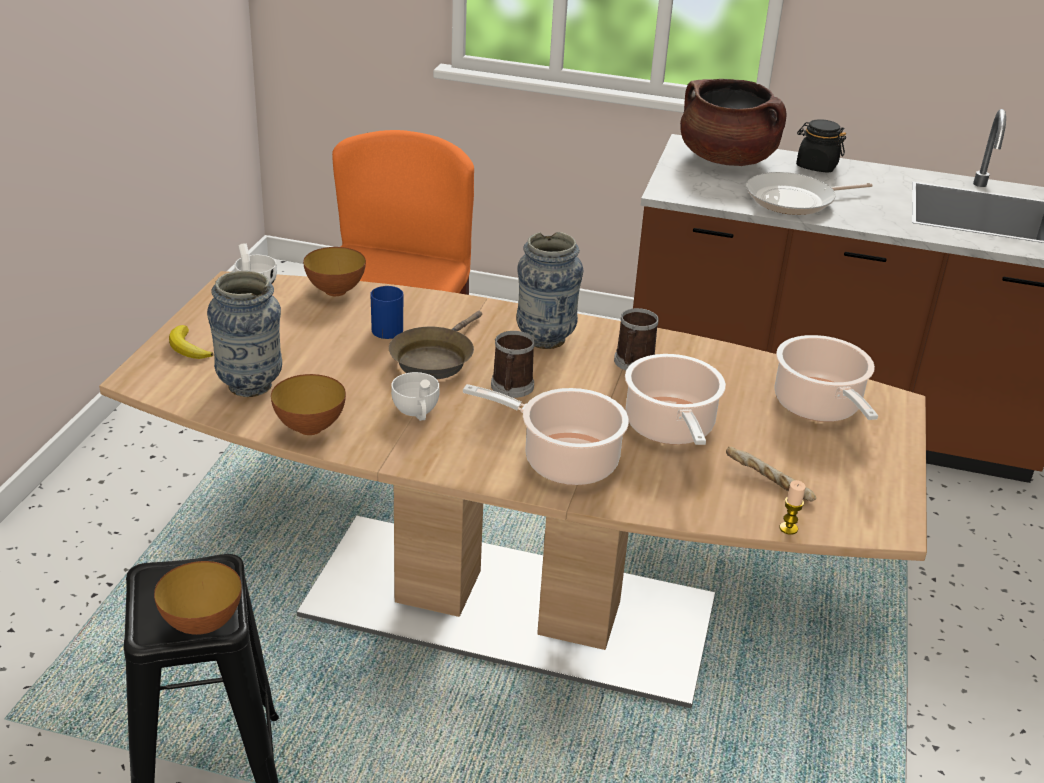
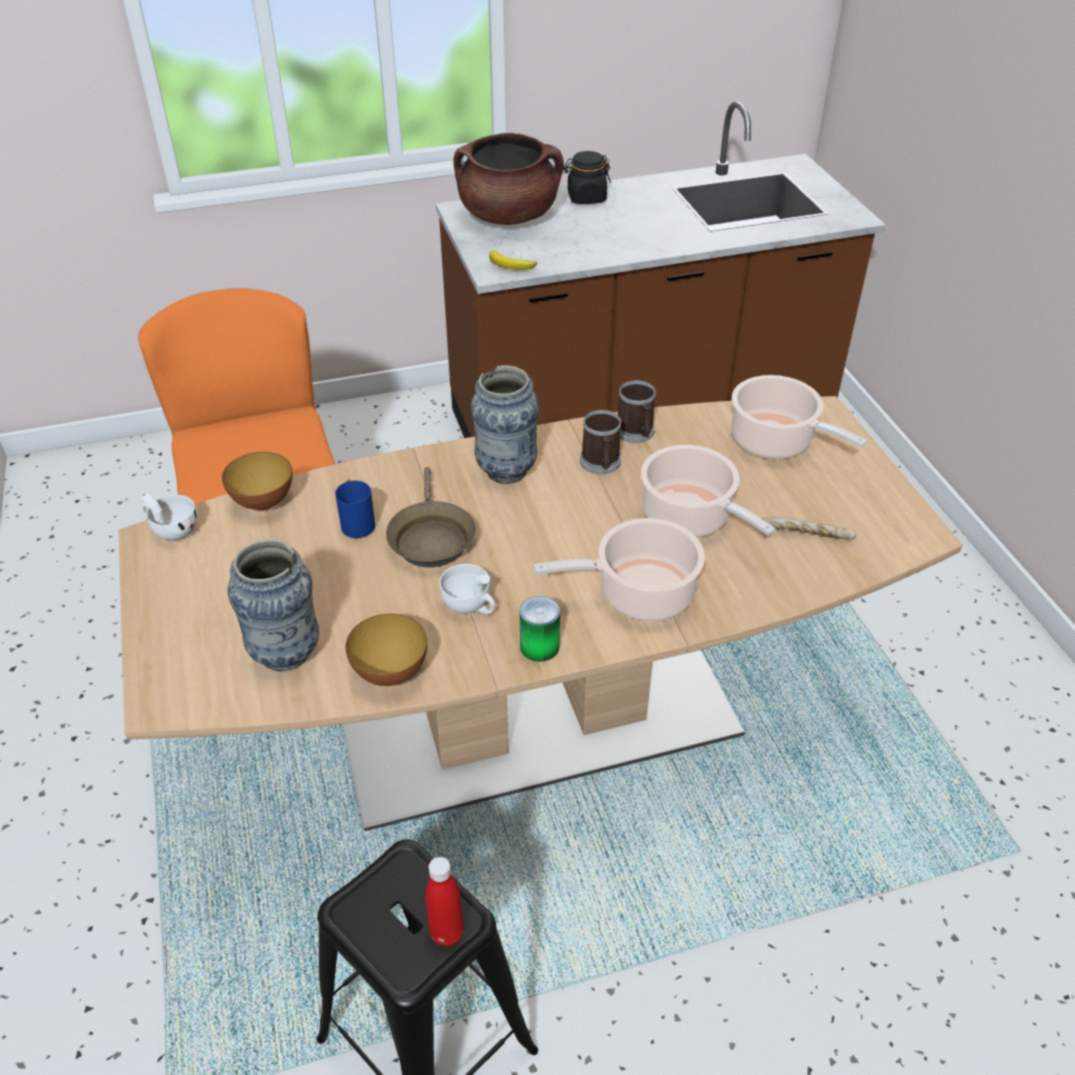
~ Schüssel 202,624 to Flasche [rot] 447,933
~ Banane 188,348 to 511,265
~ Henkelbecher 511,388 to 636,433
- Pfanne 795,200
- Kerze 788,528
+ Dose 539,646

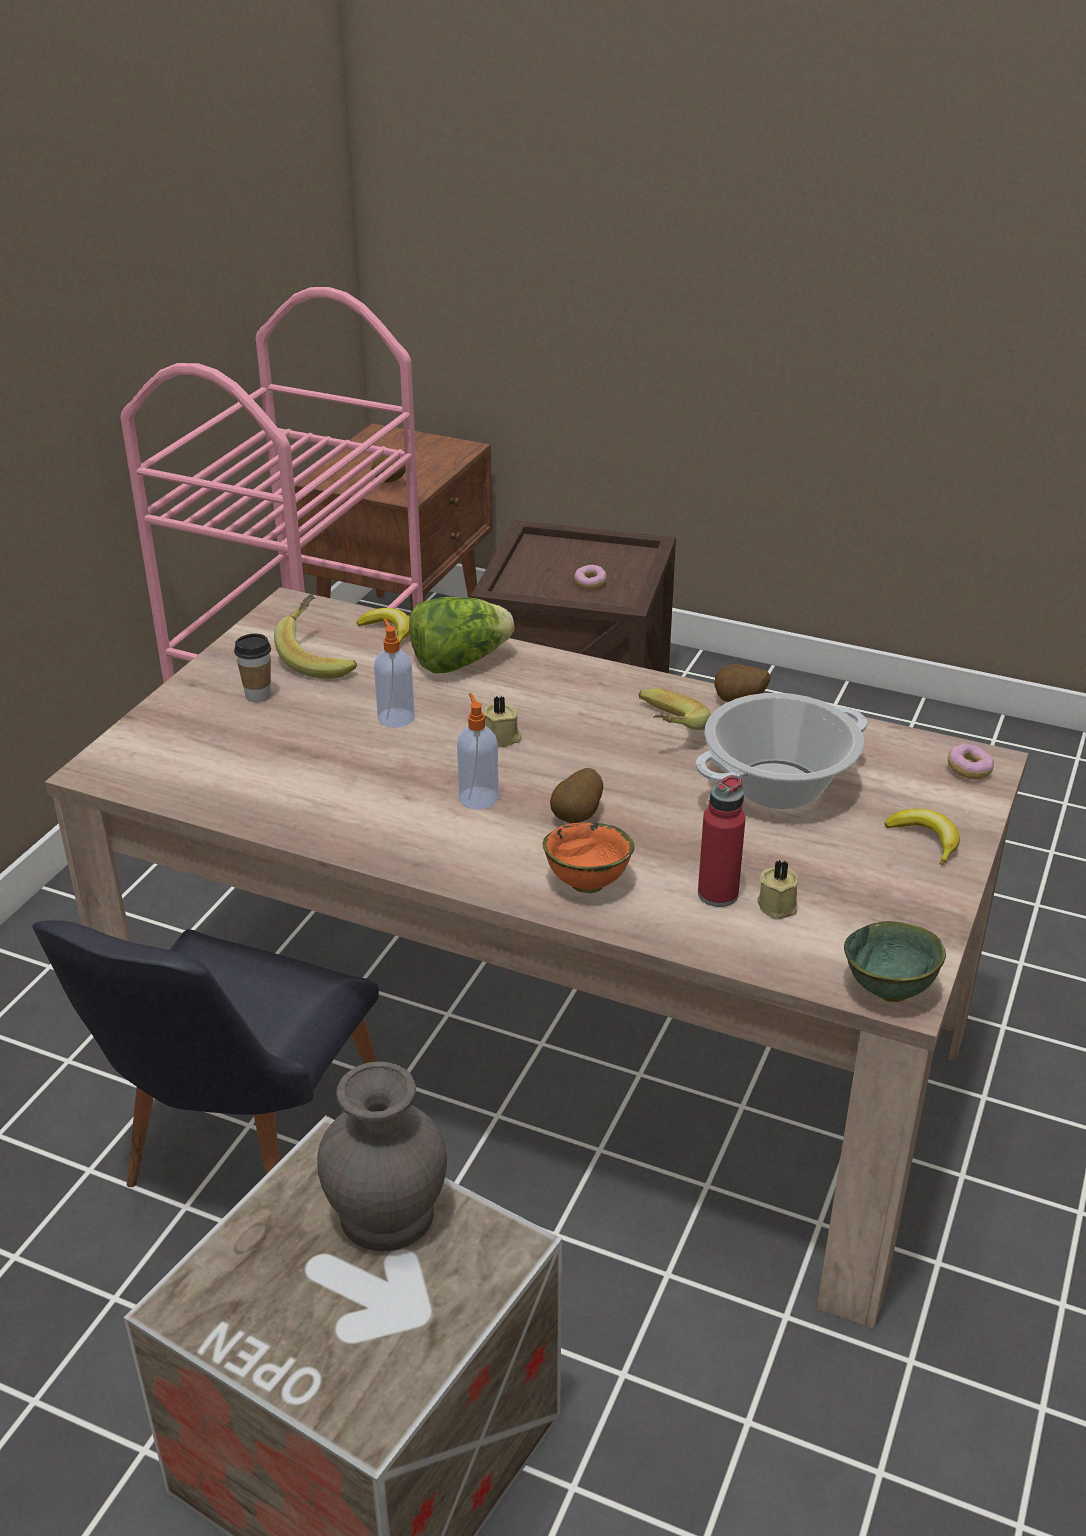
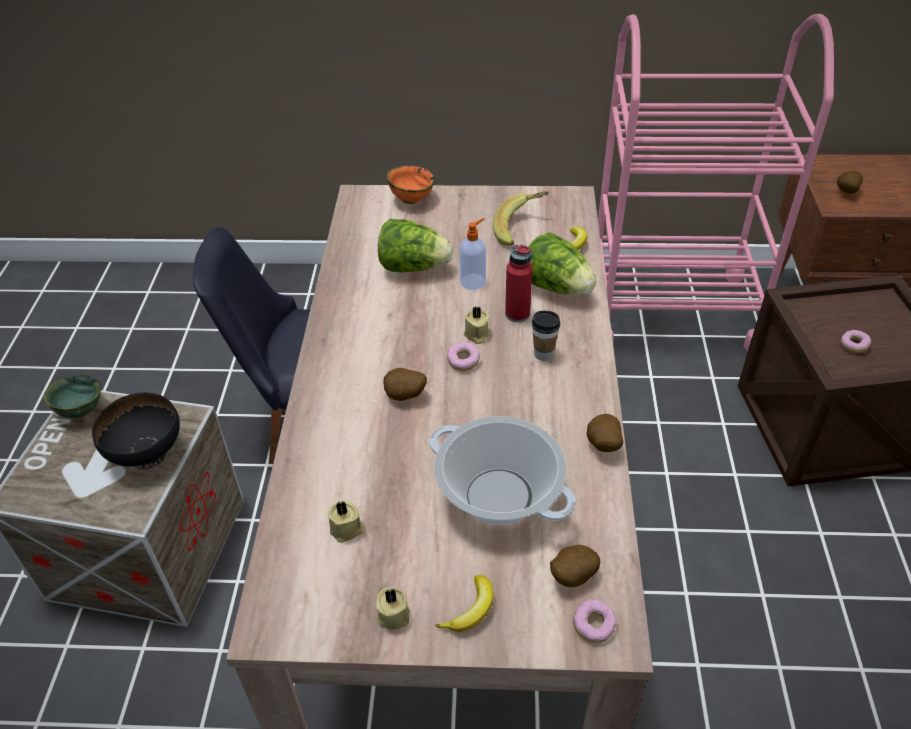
~ Tasse 258,695 to 543,354
~ Vase [grau] 384,1213 to Schüssel [schwarz] 148,454
- Seifenspender 478,797
~ Schüssel [orange] 585,883 to 411,199
- Banane 663,731
~ Flasche [rot] 718,894 to 517,314
~ Schüssel [grün] 888,991 to 80,411
+ Kerze [beige] 392,614
+ Salatkopf 413,267
+ Donut 463,362
+ Kartoffel 571,576

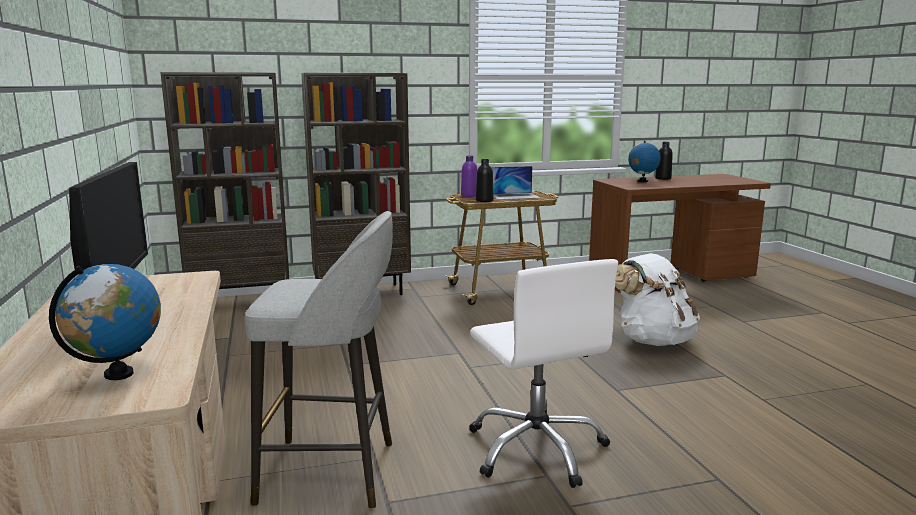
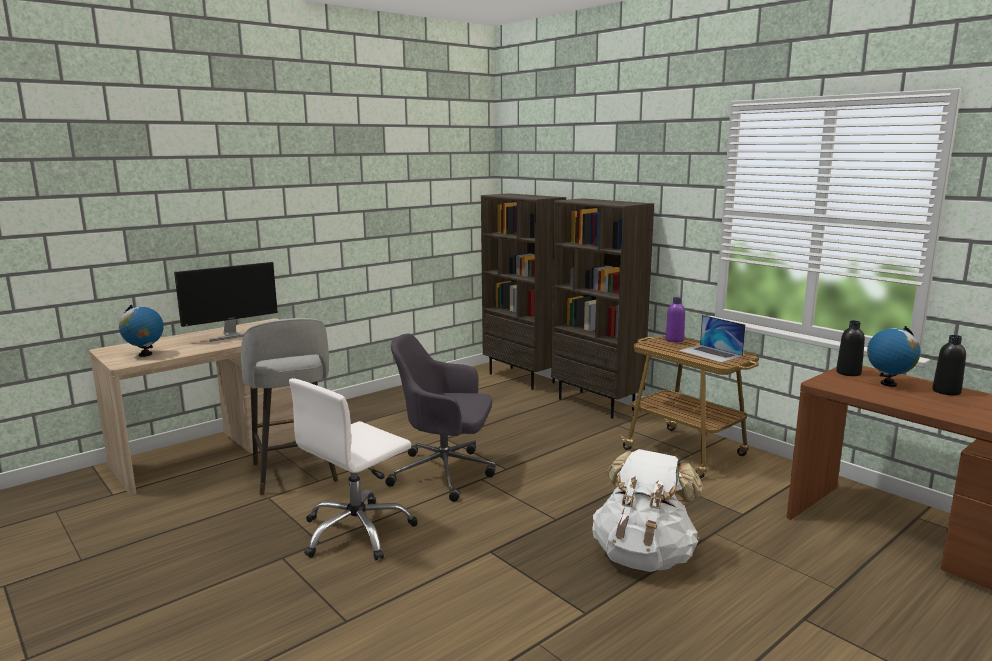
~ Flasche [schwarz] 484,200 to 848,373
+ Bürostuhl [grau] 445,473

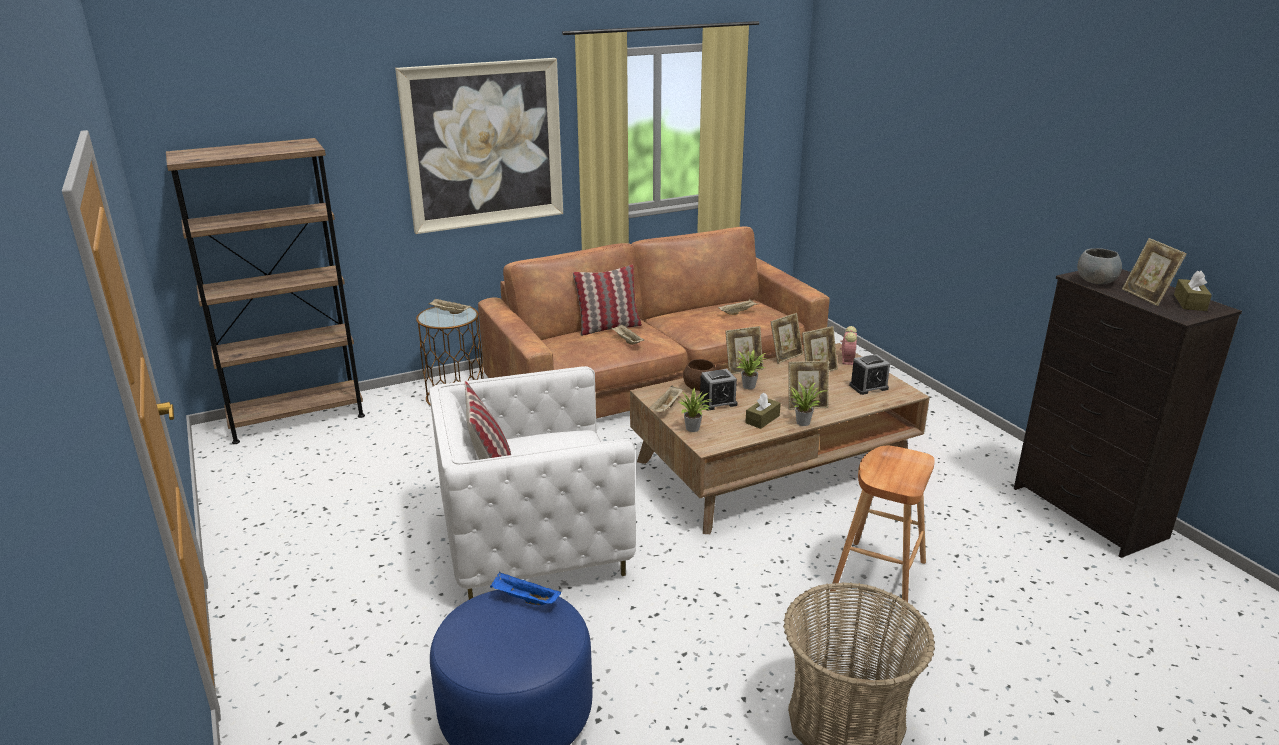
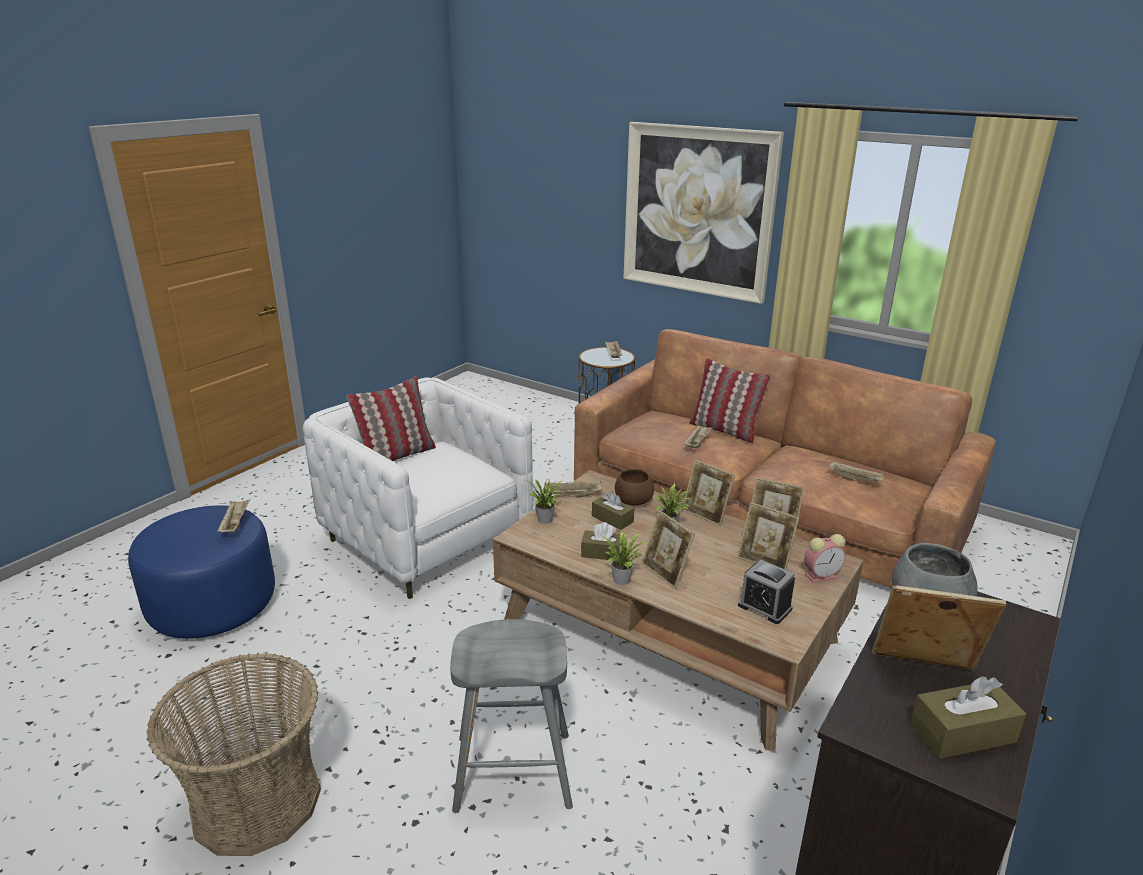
- Bücherregal [braun] 297,418
~ Tablett [blau] 524,599 to Tablett [beige] 235,524
~ Wecker 717,402 to Taschentuchbox [braun] 612,519
~ Hocker [braun] 878,577 to Hocker [grau] 512,772
~ Bilderrahmen 1146,297 = 923,672 60 degrees clockwise

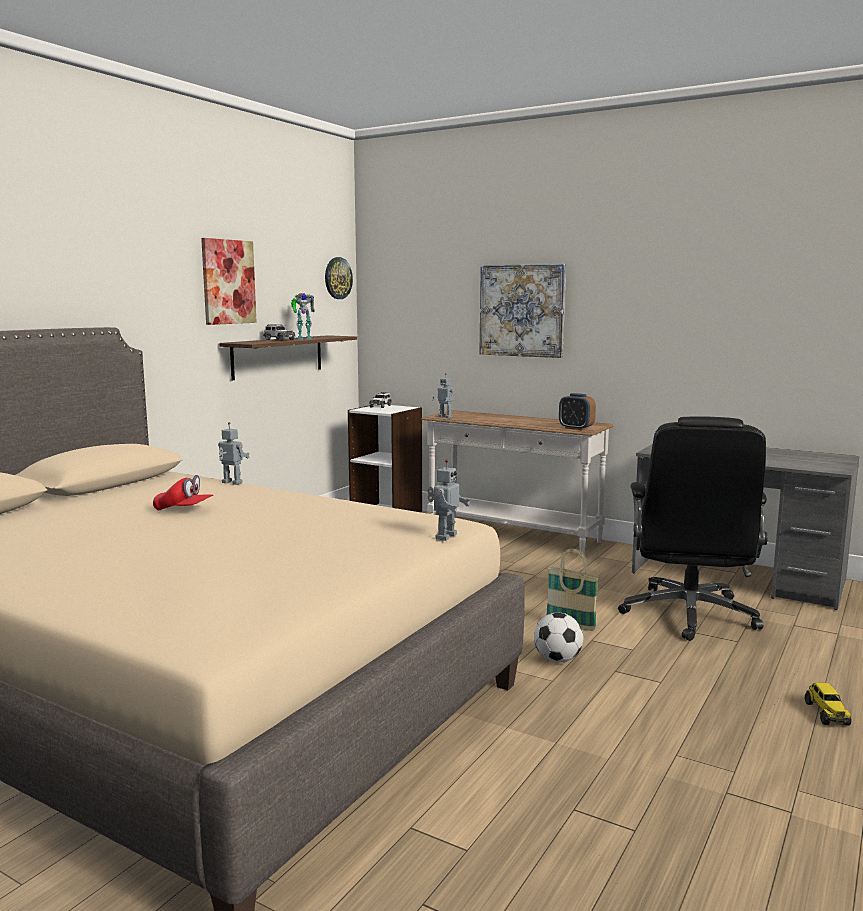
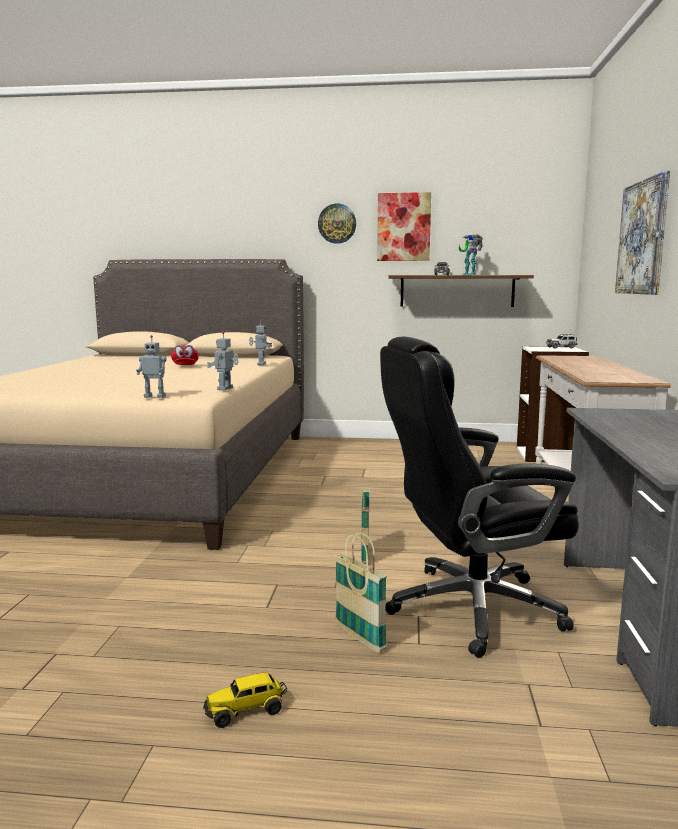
~ Wanduhr 337,278 to 337,223
~ Spielzeugroboter 446,417 to 226,389
- Fußball 557,660
- Wecker 576,428
+ Korb 359,637

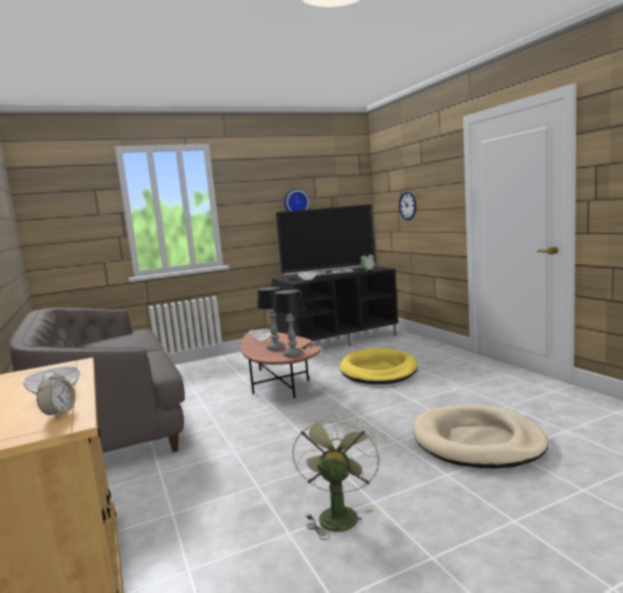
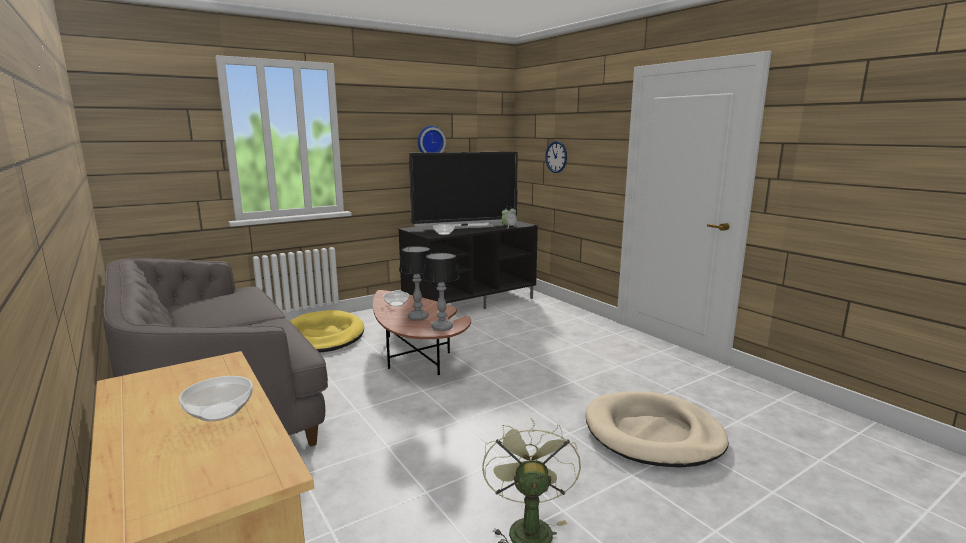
- Wecker 59,413
~ Hundebett [gelb] 378,371 to 323,336

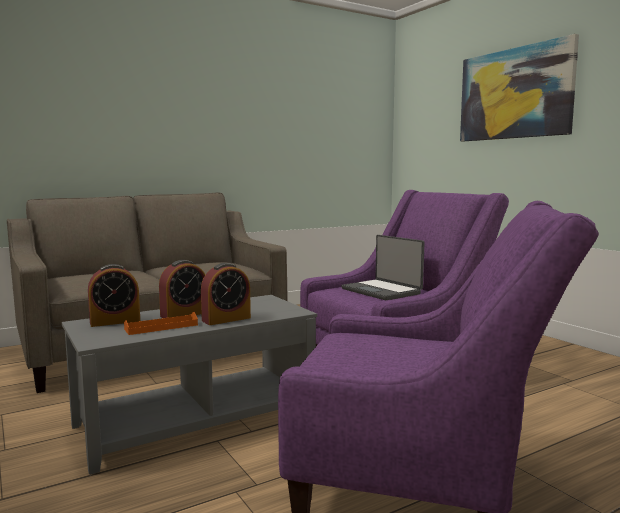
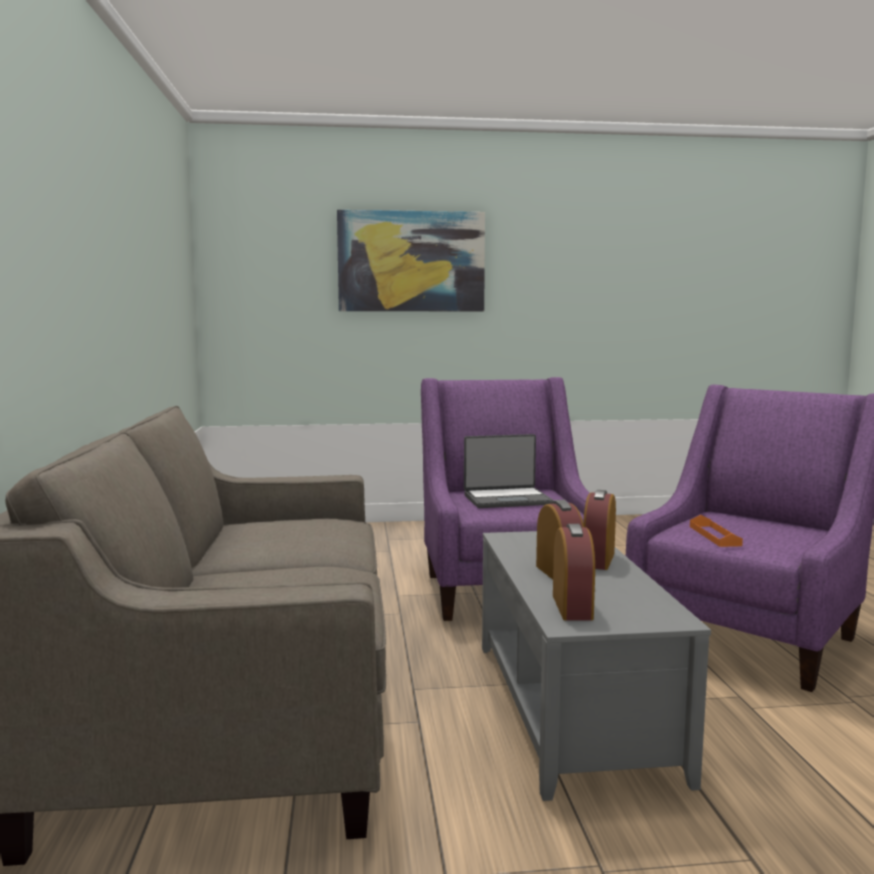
~ Tablett [orange] 161,327 to 714,536
~ Wecker 226,319 = 598,560 150 degrees counterclockwise

